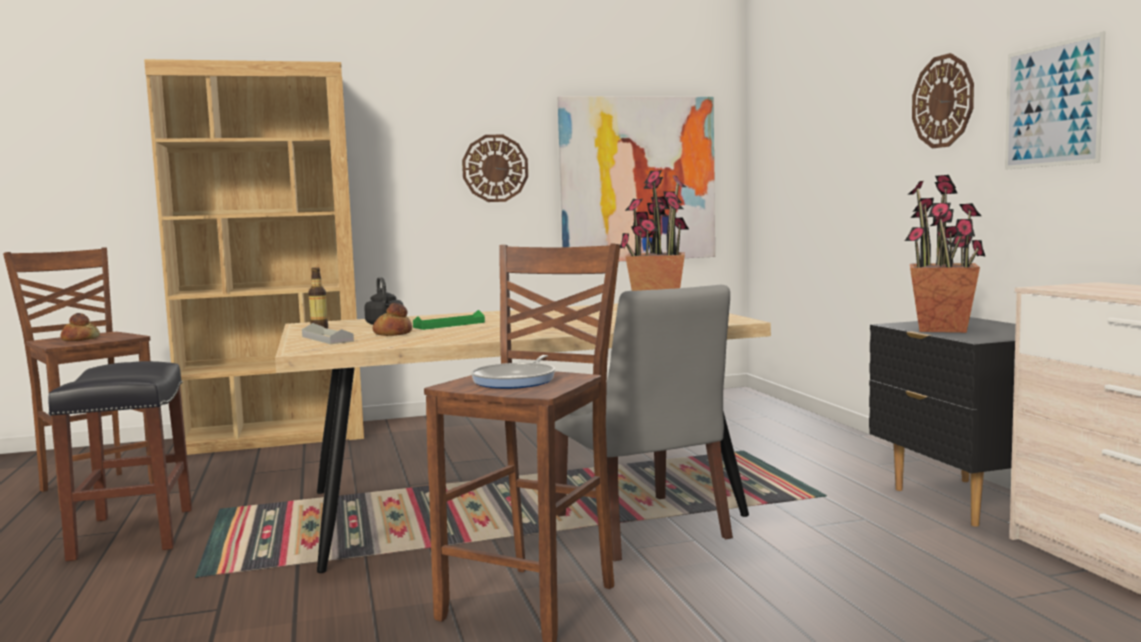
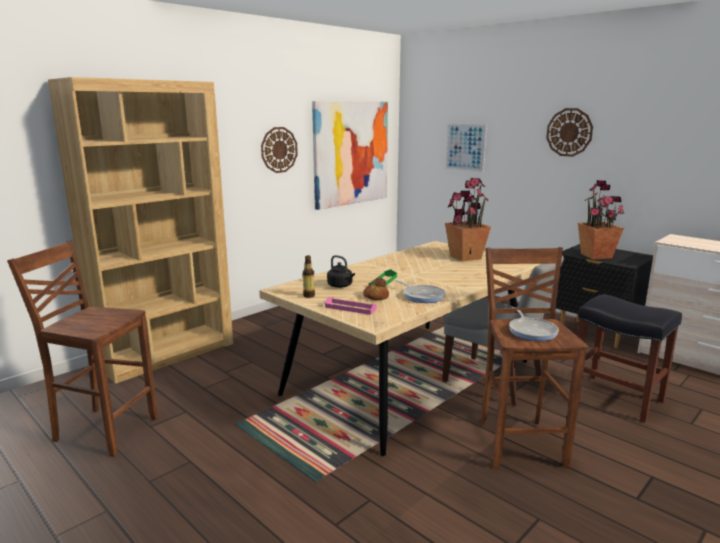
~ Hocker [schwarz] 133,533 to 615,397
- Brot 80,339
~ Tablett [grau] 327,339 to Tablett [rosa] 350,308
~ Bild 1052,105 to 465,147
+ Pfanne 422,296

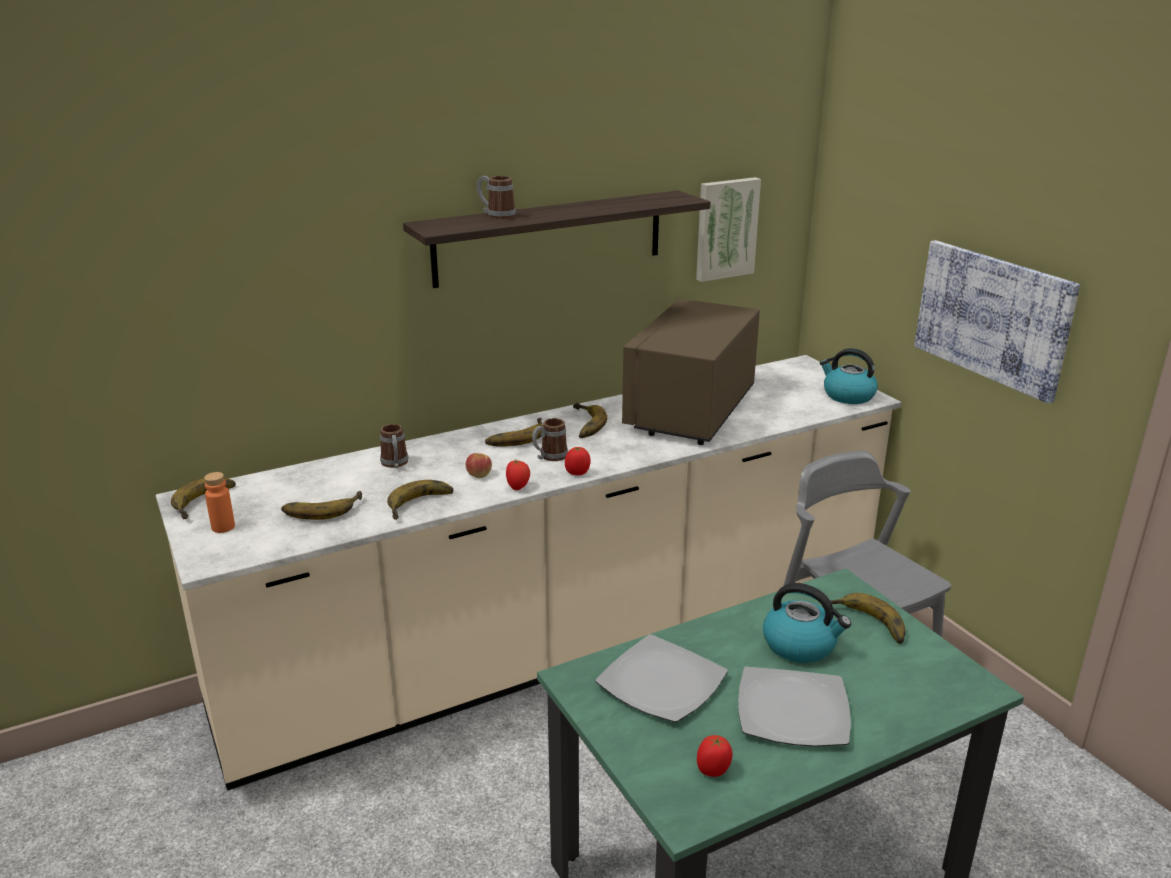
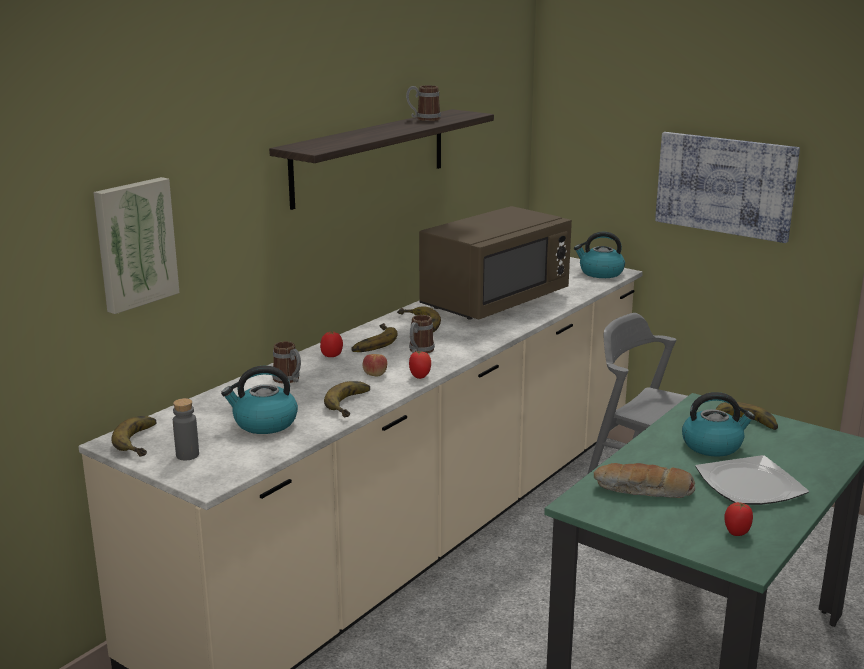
~ Flasche [orange] 223,527 to Flasche [grau] 187,455
~ Banane 322,508 to Wasserkessel 264,423
~ Henkelbecher 496,215 to 423,119
~ Tomate 577,473 to 332,355
~ Teller 660,683 to Brot 643,491
~ Mikrowelle [braun] 691,411 = 494,301 135 degrees counterclockwise
~ Bild 725,228 to 134,243

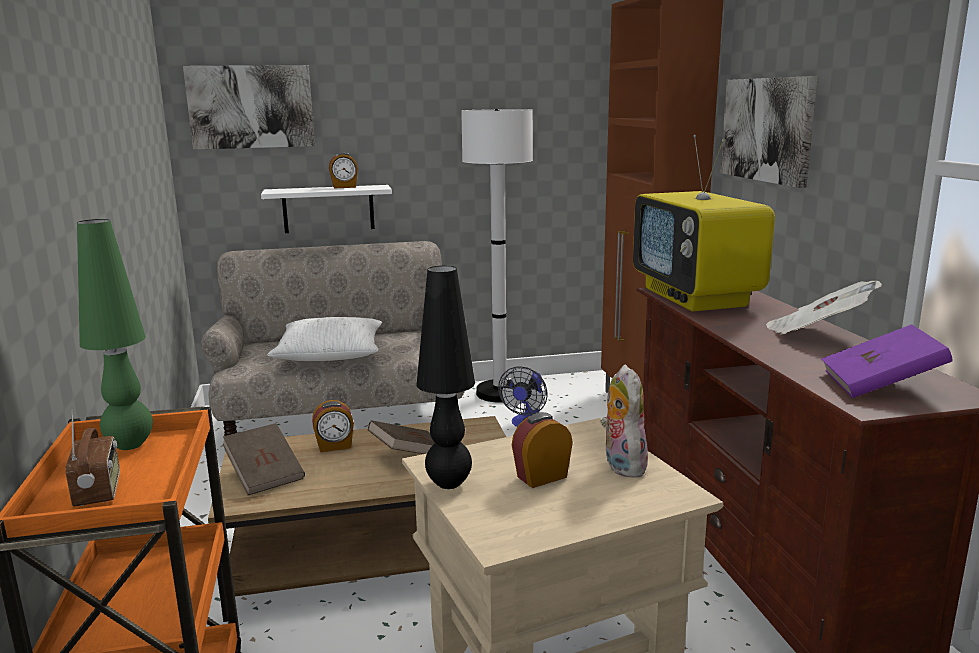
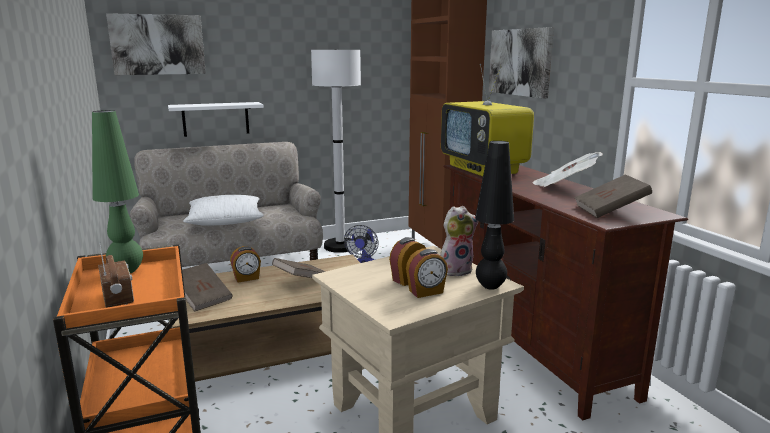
~ Wecker 344,187 to 426,292
~ Tischlampe [schwarz] 448,483 to 490,286
~ Plüschtier 621,465 = 456,270 90 degrees clockwise
~ Buch [lila] 880,385 to Buch [braun] 610,211

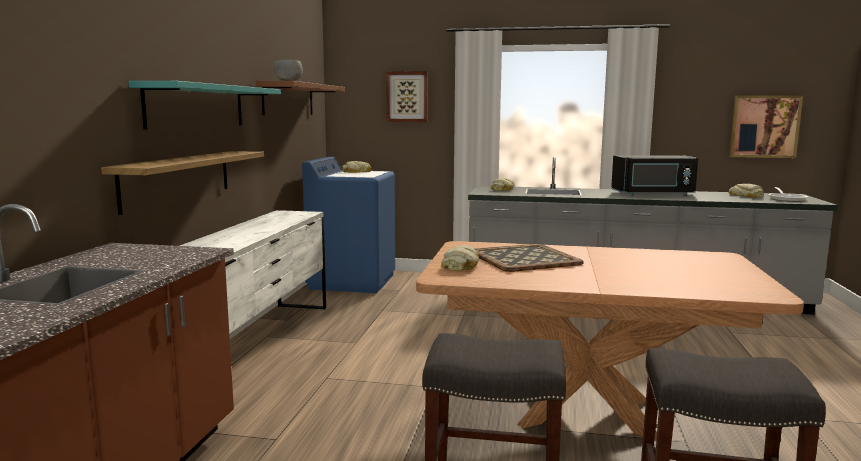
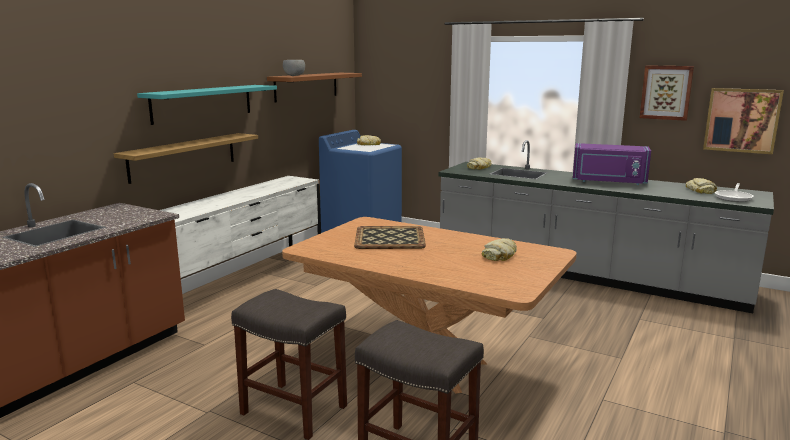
~ Bild 407,96 to 666,92
~ Brot 461,265 to 500,255
~ Mikrowelle [schwarz] 653,194 to Mikrowelle [lila] 608,182

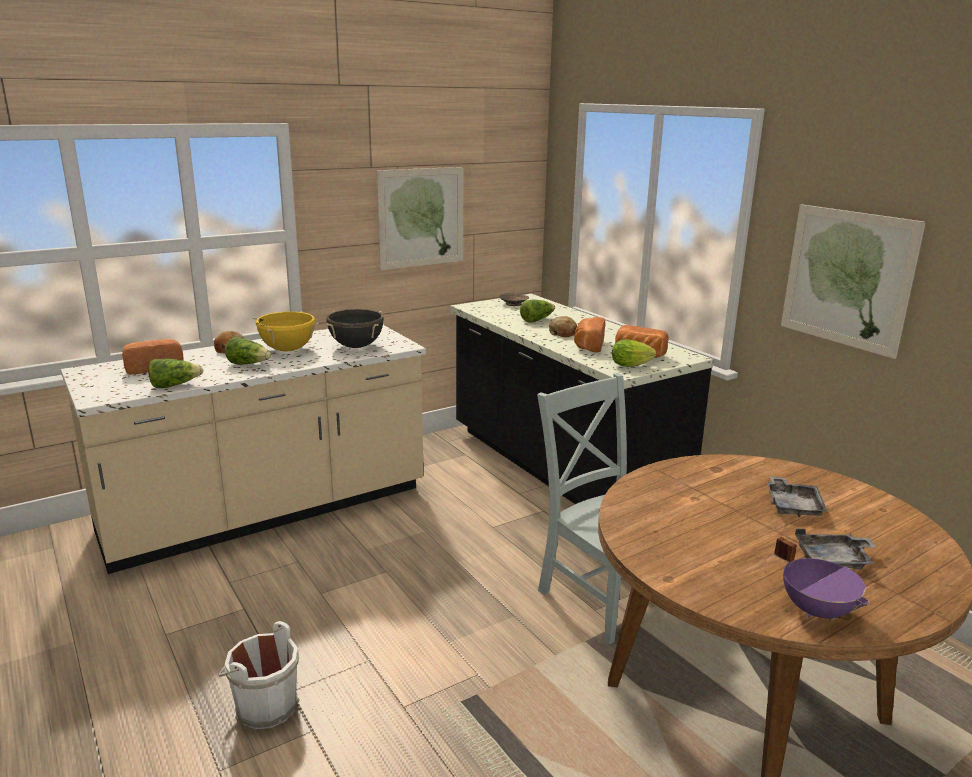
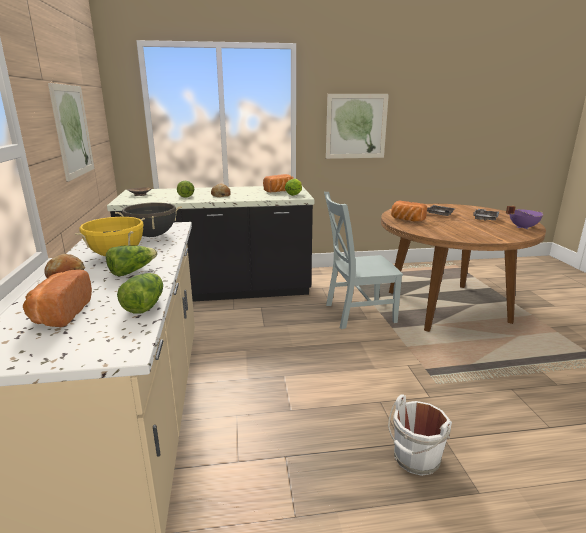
~ Brot 588,346 to 406,220

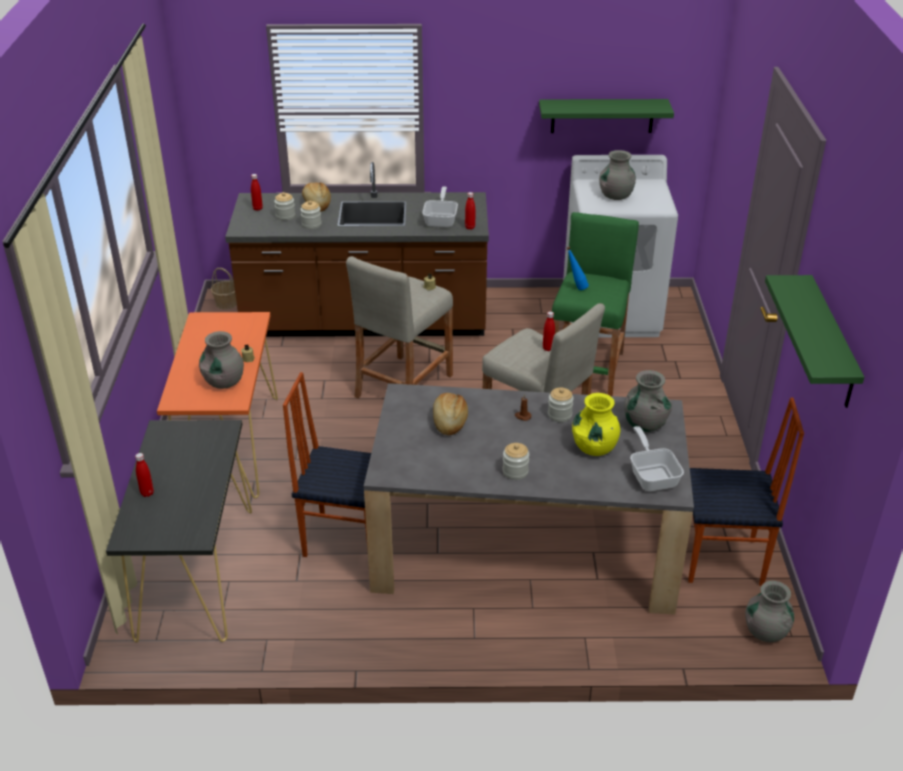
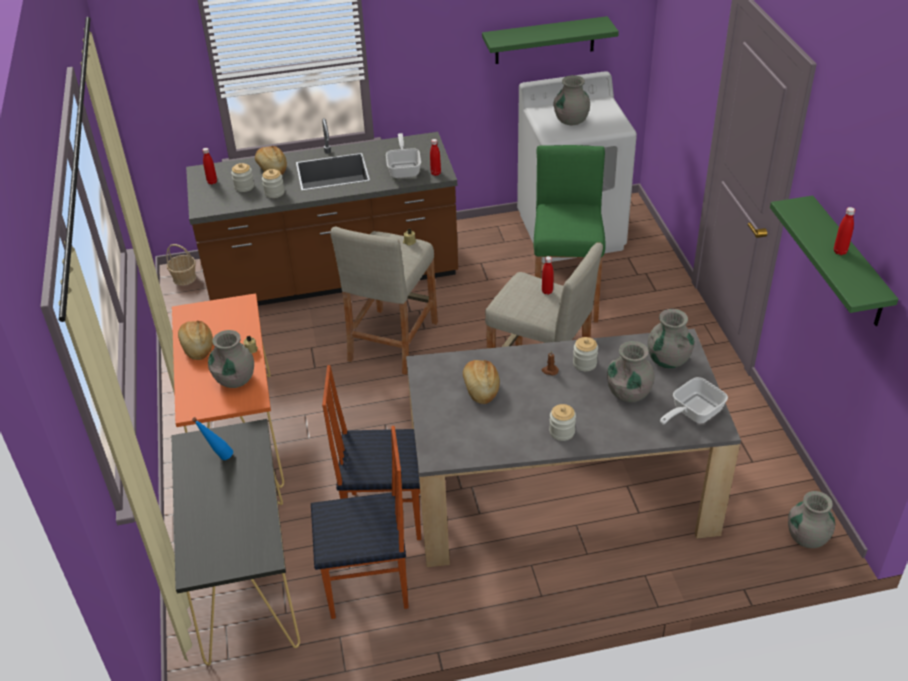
~ Flasche [rot] 147,493 to 840,251
~ Flasche [blau] 575,288 to 218,457
~ Vase [gelb] 594,447 to Vase [grau] 629,393
~ Pfanne 652,475 = 692,413 105 degrees counterclockwise
~ Stuhl 723,562 to 368,587
+ Brot 196,347

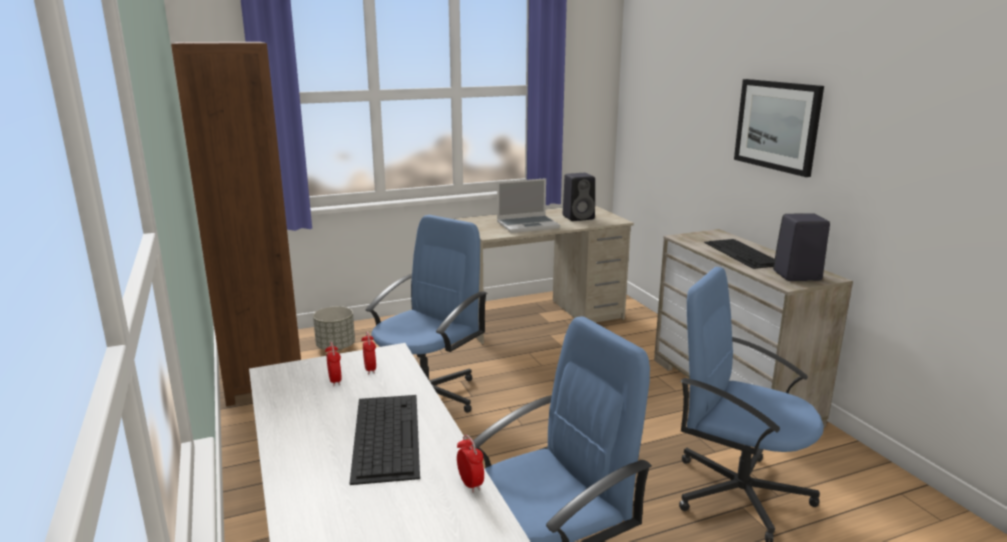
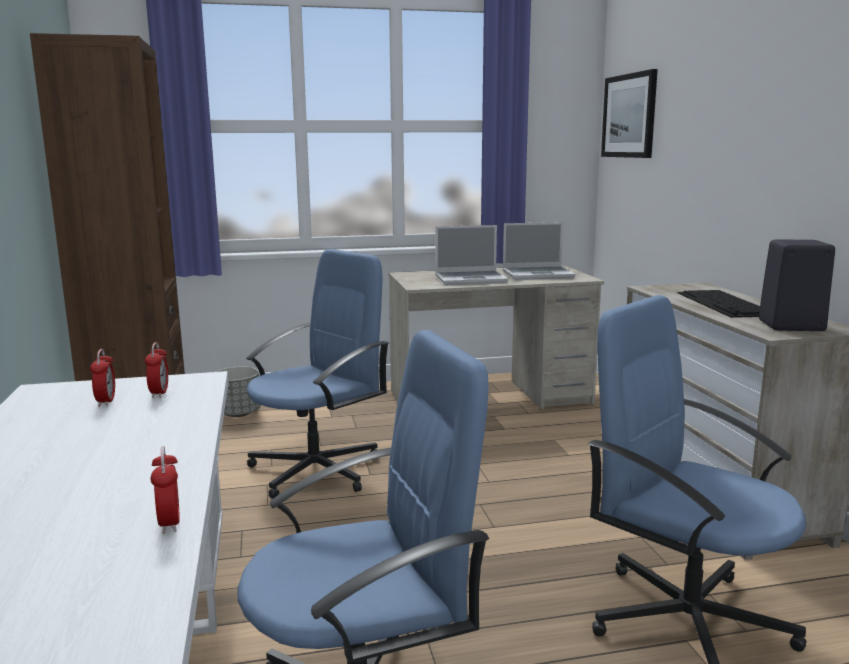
- Tastatur 386,435
~ Lautsprecher [schwarz] 579,217 to Laptop 538,275
~ Bild 777,125 to 629,116

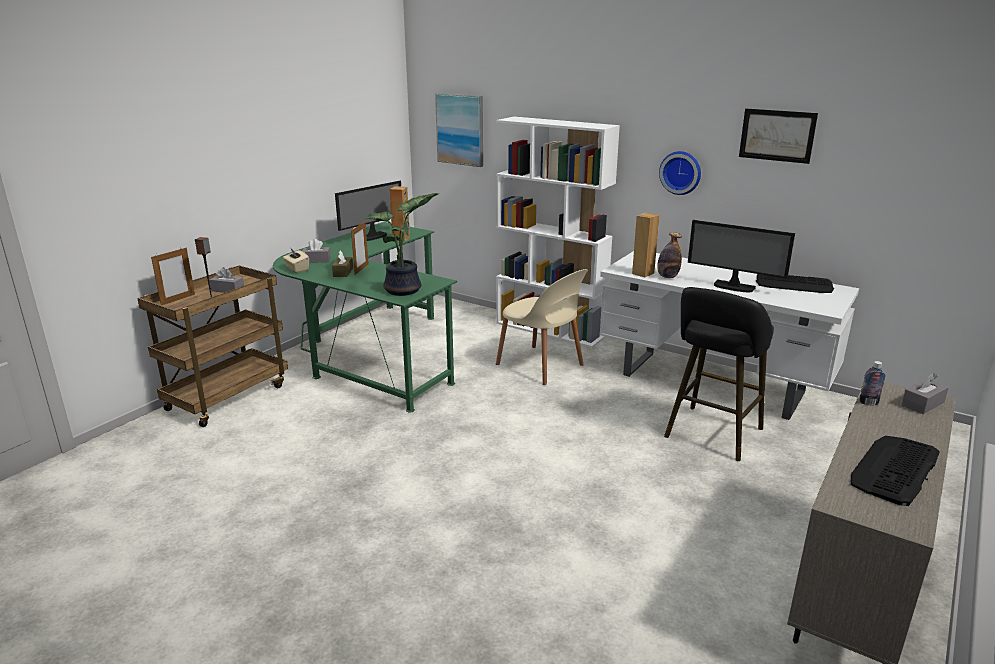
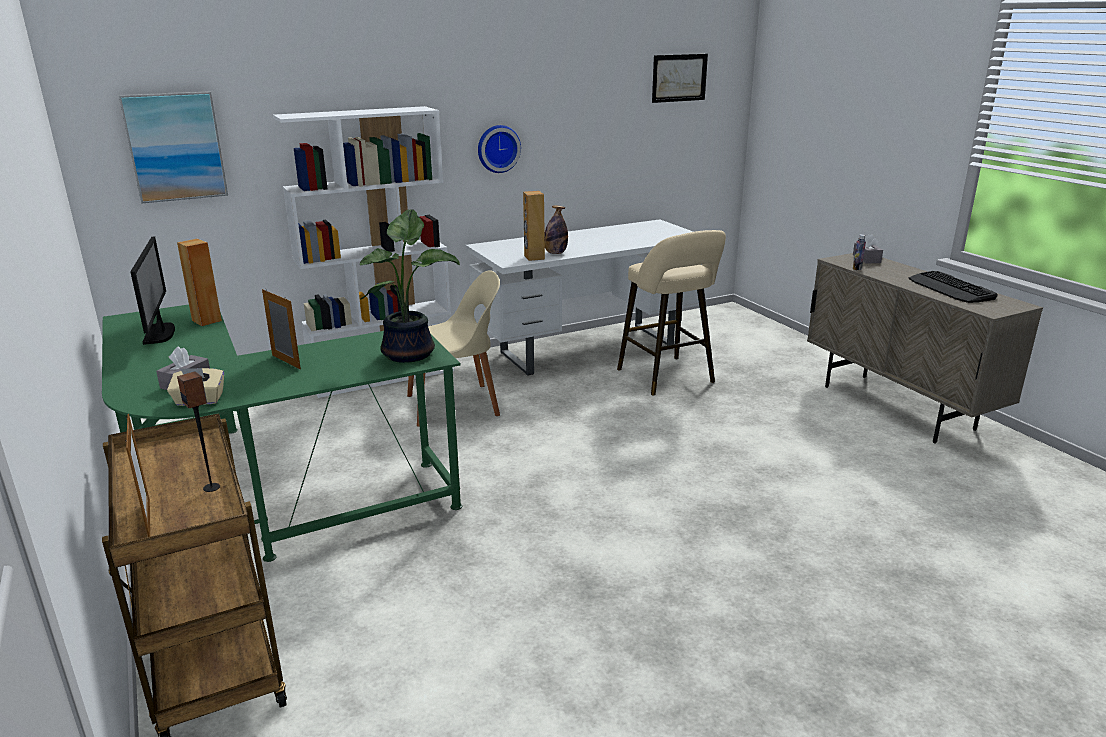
- Taschentuchbox [grau] 228,290
- Taschentuchbox [braun] 343,272
~ Hocker [schwarz] 711,435 to Hocker [beige] 668,378
- Monitor 733,287
~ Bild 777,135 to 679,78
- Tastatur 794,284

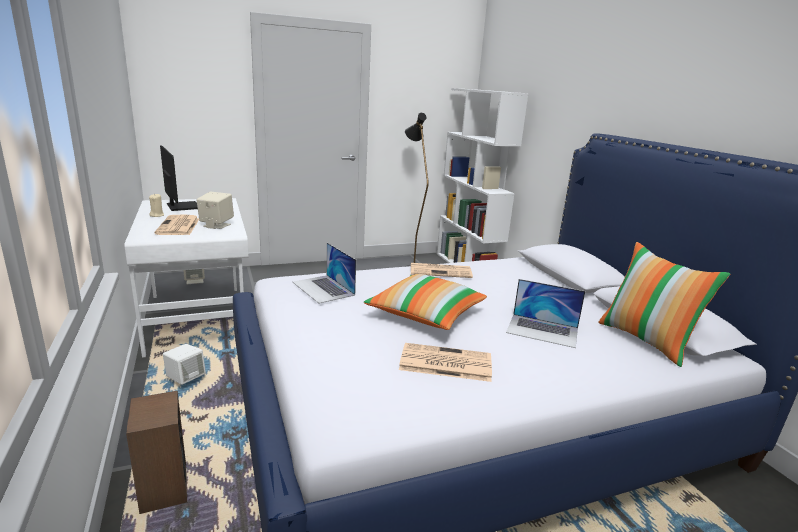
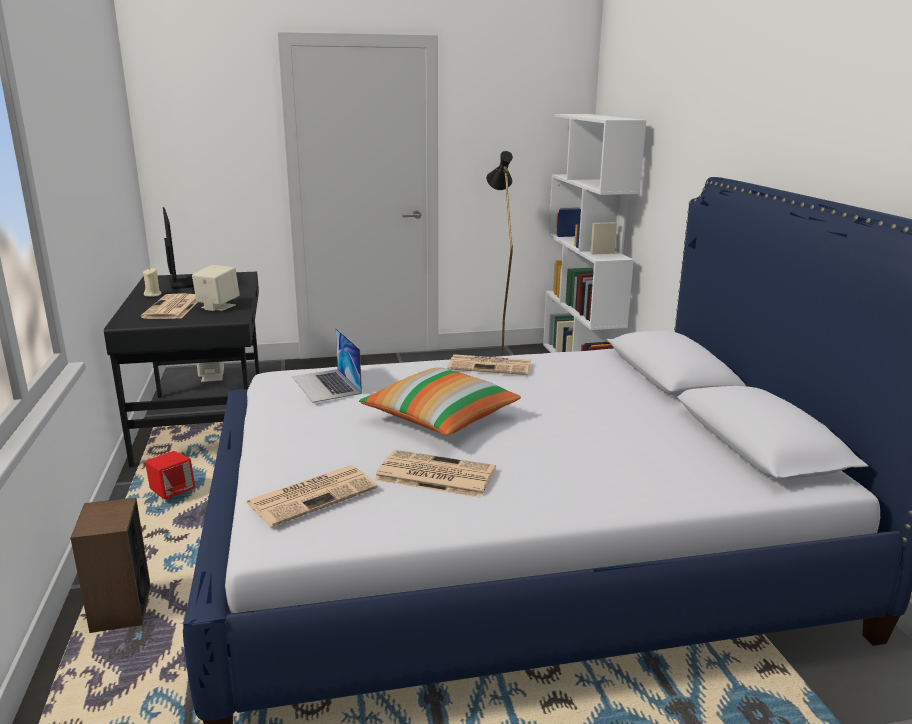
~ Schreibtisch [weiß] 198,317 to Schreibtisch [schwarz] 204,423
~ Lautsprecher [weiß] 186,380 to Lautsprecher [rot] 173,495
- Laptop 542,330
- Kissen 647,340
+ Zeitung 313,495

